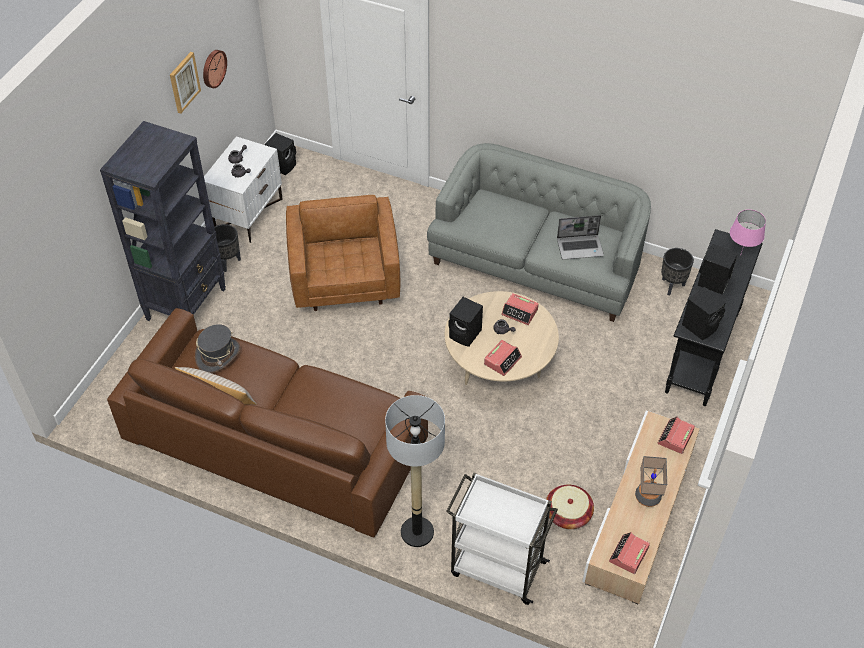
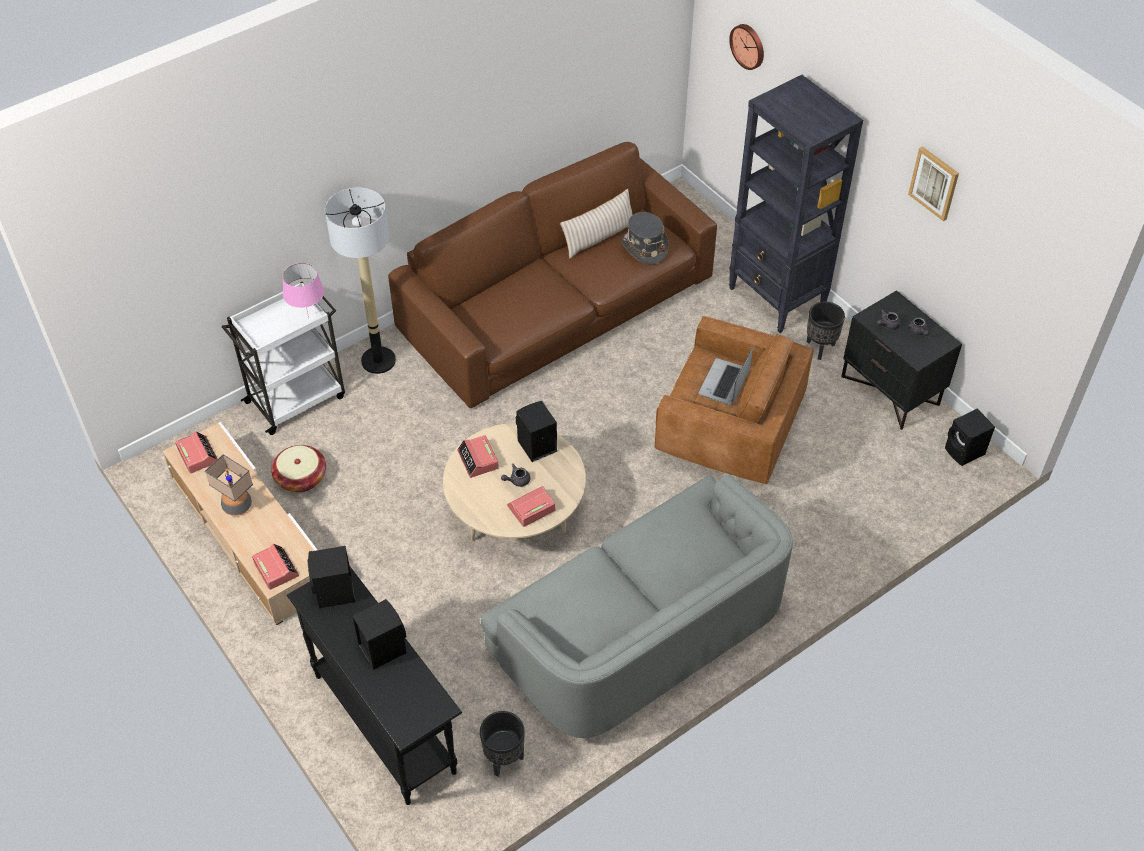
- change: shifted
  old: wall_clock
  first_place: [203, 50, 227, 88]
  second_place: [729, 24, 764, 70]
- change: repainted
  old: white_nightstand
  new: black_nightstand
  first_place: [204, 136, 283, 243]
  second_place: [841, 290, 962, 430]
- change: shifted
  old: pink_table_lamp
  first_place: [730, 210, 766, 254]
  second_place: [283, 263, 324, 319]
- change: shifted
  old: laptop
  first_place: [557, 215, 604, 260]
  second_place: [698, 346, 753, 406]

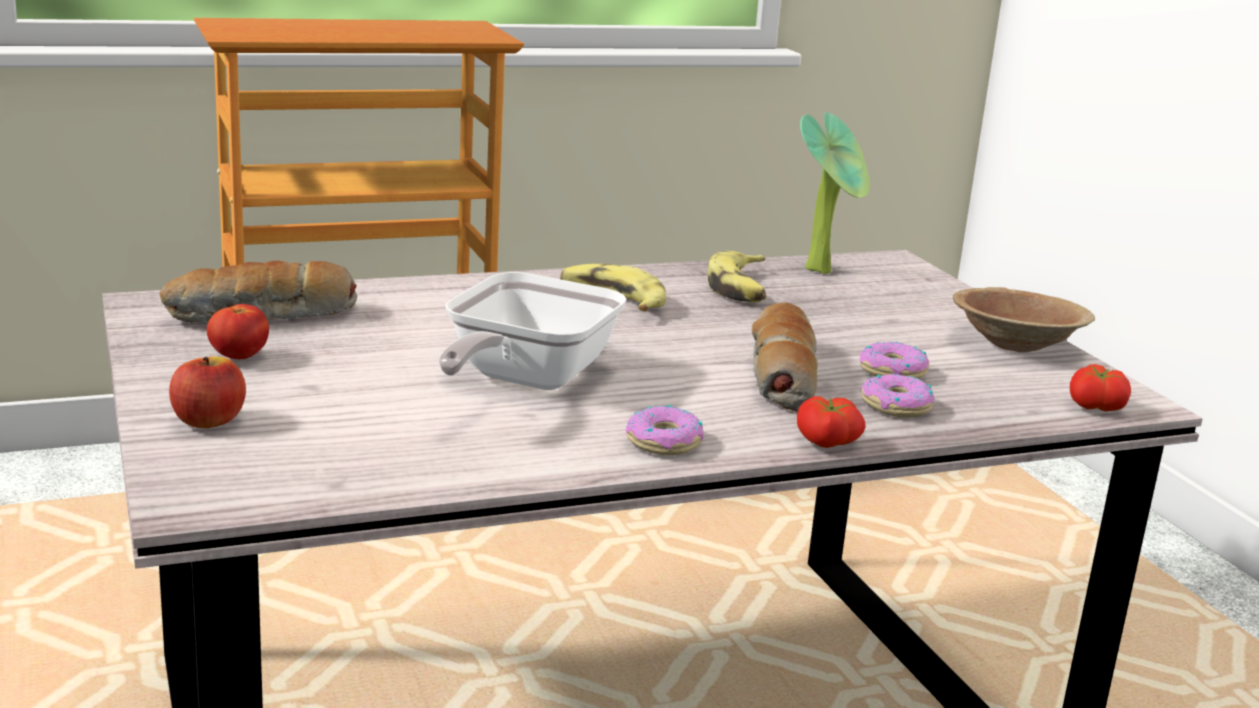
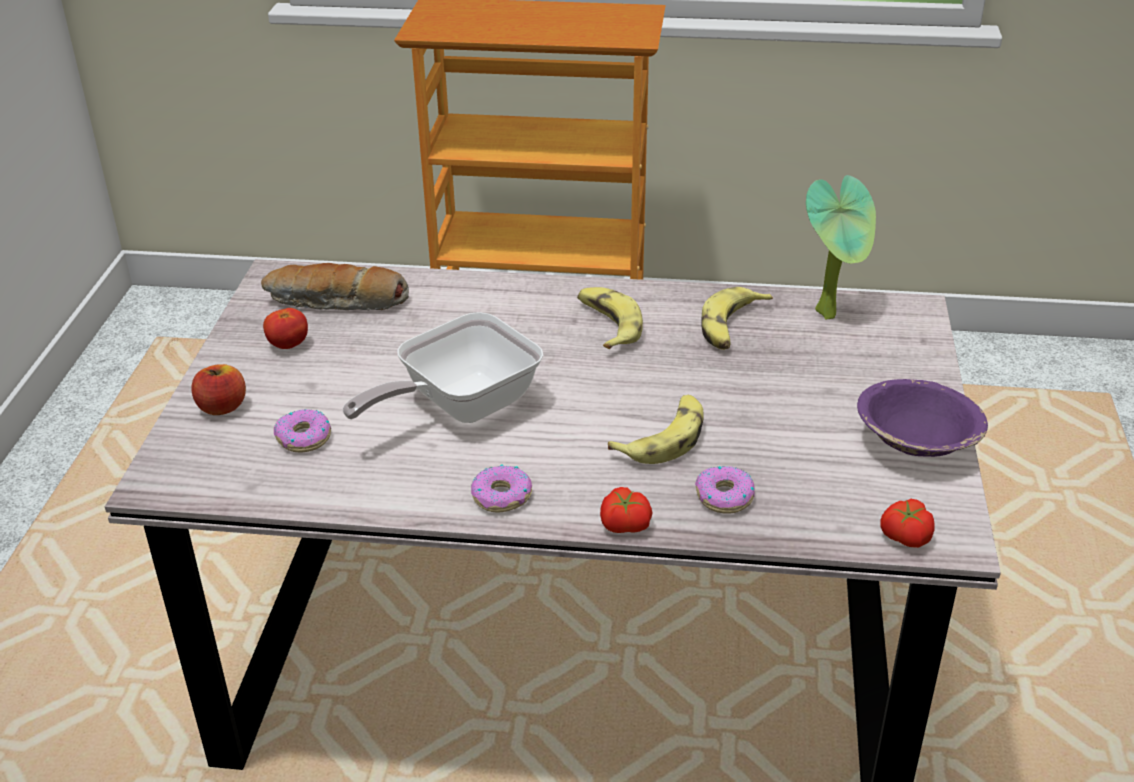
- change: repainted
  old: brown_bowl
  new: purple_bowl
  first_place: [953, 287, 1095, 352]
  second_place: [857, 379, 988, 457]
- change: swapped
  old: bread
  new: banana
  first_place: [752, 303, 817, 412]
  second_place: [608, 395, 704, 464]
- change: shifted
  old: donut
  first_place: [860, 342, 929, 379]
  second_place: [274, 409, 331, 453]

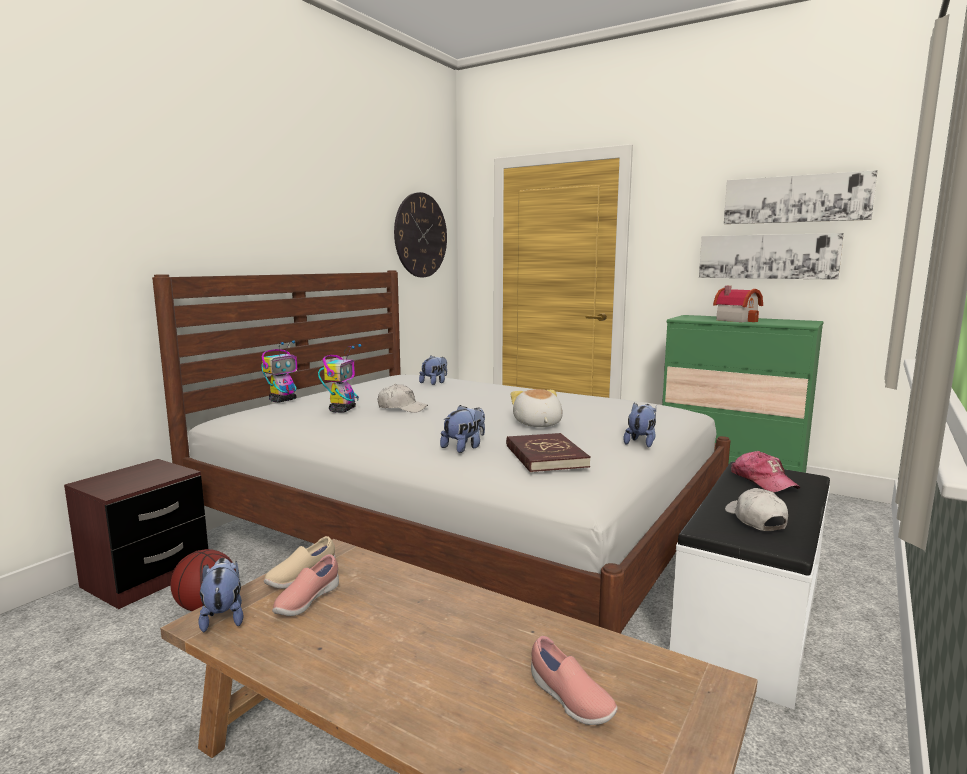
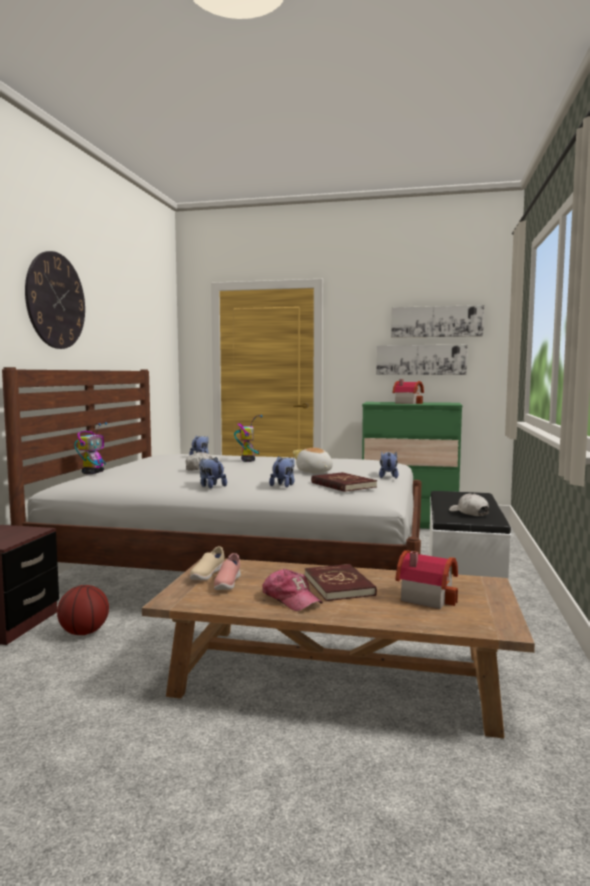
- change: shifted
  old: wall_clock
  first_place: [394, 192, 447, 277]
  second_place: [25, 251, 85, 349]
- change: shifted
  old: toy_robot
  first_place: [318, 344, 362, 413]
  second_place: [234, 415, 262, 462]
- change: shifted
  old: cap
  first_place: [731, 451, 800, 492]
  second_place: [262, 569, 323, 611]
- change: shifted
  old: plush_toy
  first_place: [198, 558, 243, 632]
  second_place: [199, 457, 227, 488]
- change: swapped
  old: pink_shoe
  new: toy_house
  first_place: [531, 636, 618, 725]
  second_place: [395, 550, 458, 609]
- change: new
  new: red_book
  second_place: [305, 564, 377, 601]

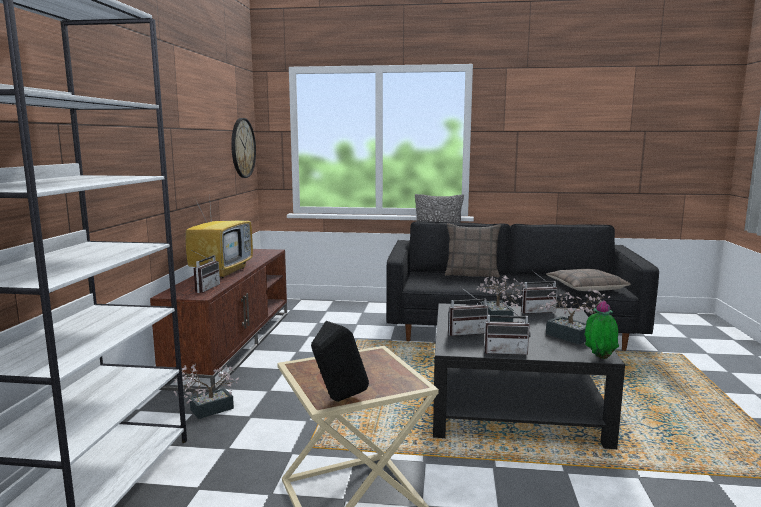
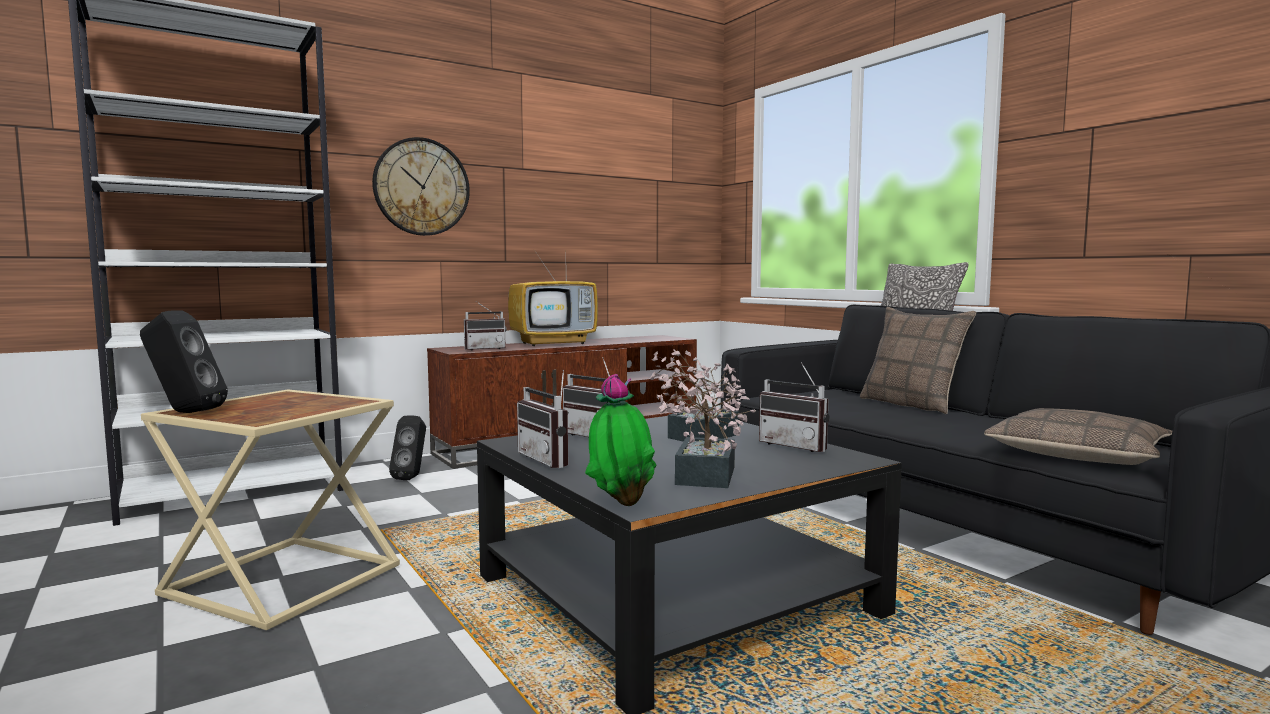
- change: shifted
  old: wall_clock
  first_place: [231, 118, 256, 178]
  second_place: [372, 137, 470, 236]
- change: swapped
  old: potted_plant
  new: black_speaker
  first_place: [174, 364, 239, 419]
  second_place: [389, 415, 426, 480]

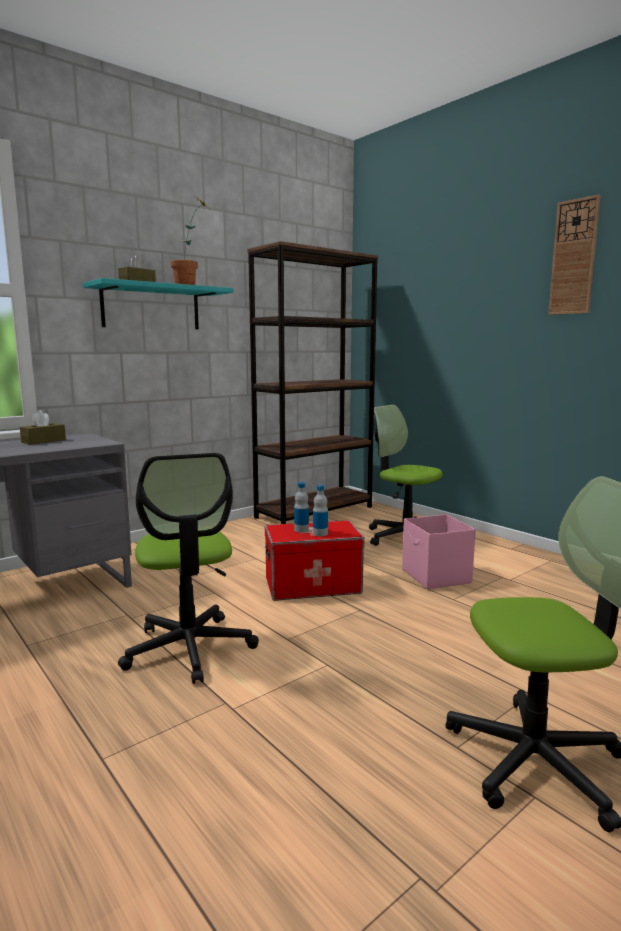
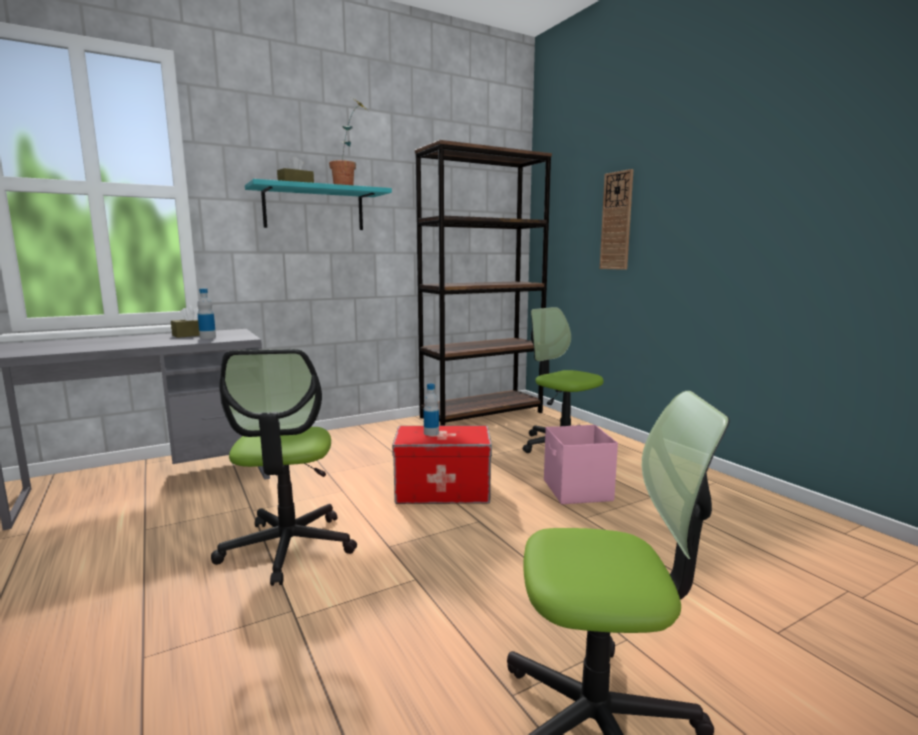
- change: shifted
  old: wall_clock
  first_place: [548, 195, 601, 315]
  second_place: [600, 169, 634, 270]
- change: shifted
  old: bottle
  first_place: [313, 485, 328, 536]
  second_place: [197, 288, 216, 339]

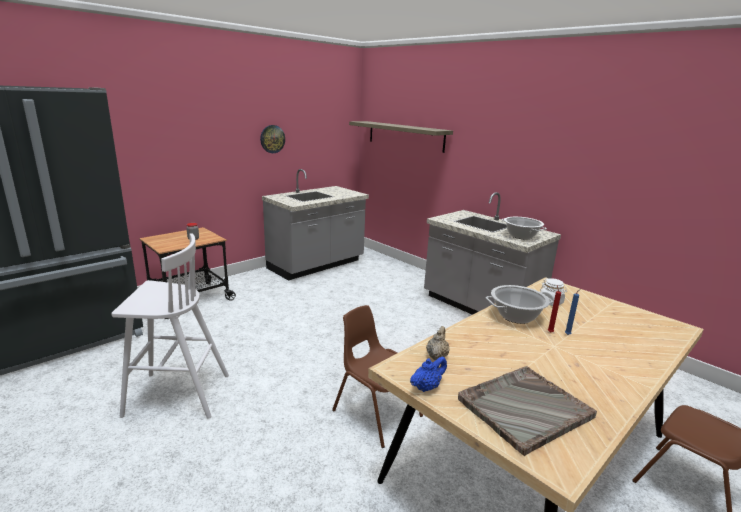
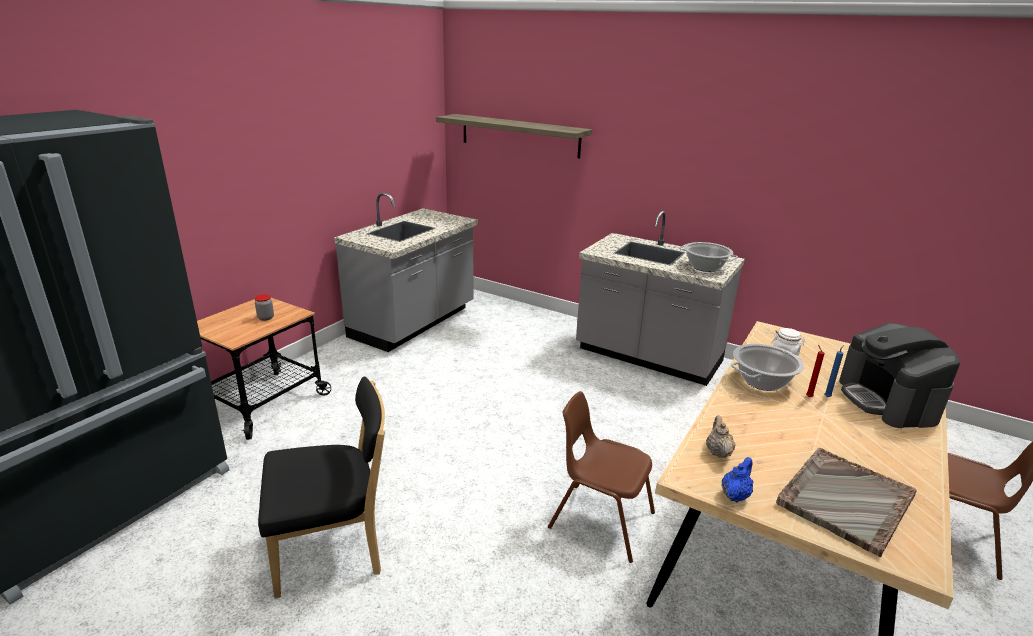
- change: gone
  old: wall_clock
  first_place: [260, 125, 285, 153]
- change: swapped
  old: white_stool
  new: black_chair
  first_place: [111, 233, 229, 418]
  second_place: [258, 376, 385, 599]
- change: new
  new: coffee_machine
  second_place: [839, 323, 960, 428]

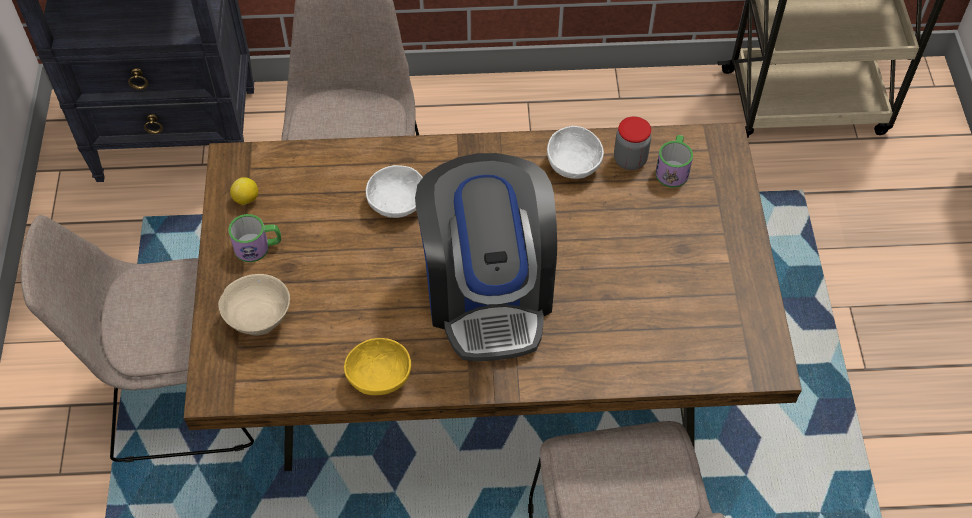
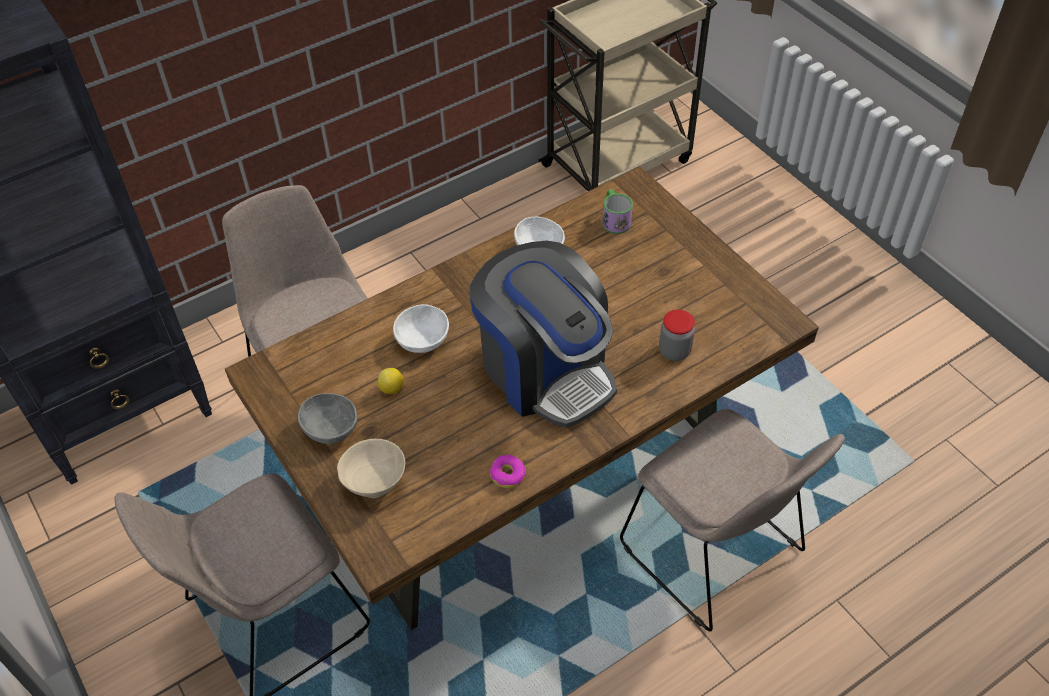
- change: shifted
  old: jar
  first_place: [614, 116, 651, 170]
  second_place: [659, 310, 695, 361]
- change: shifted
  old: lemon
  first_place: [230, 177, 258, 205]
  second_place: [377, 368, 404, 394]
- change: swapped
  old: mug
  new: grey_bowl
  first_place: [228, 214, 281, 262]
  second_place: [298, 393, 357, 444]
- change: swapped
  old: yellow_bowl
  new: donut
  first_place: [344, 338, 411, 395]
  second_place: [490, 455, 526, 488]

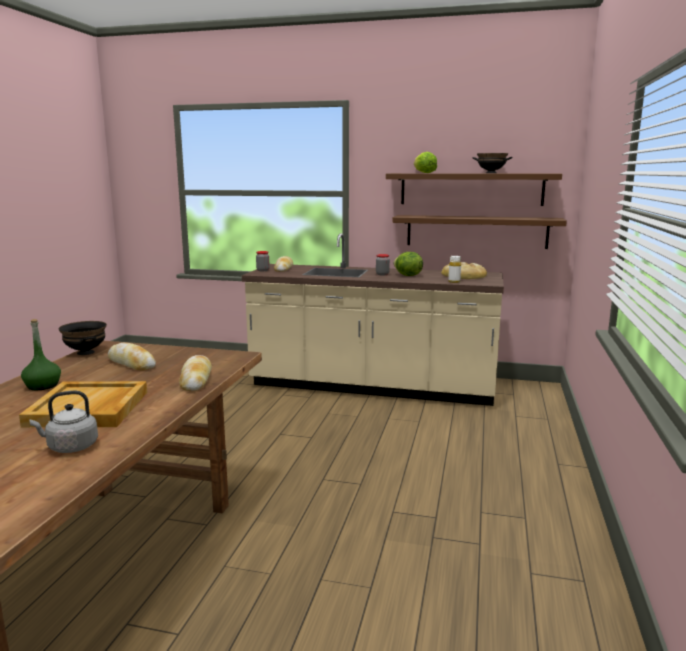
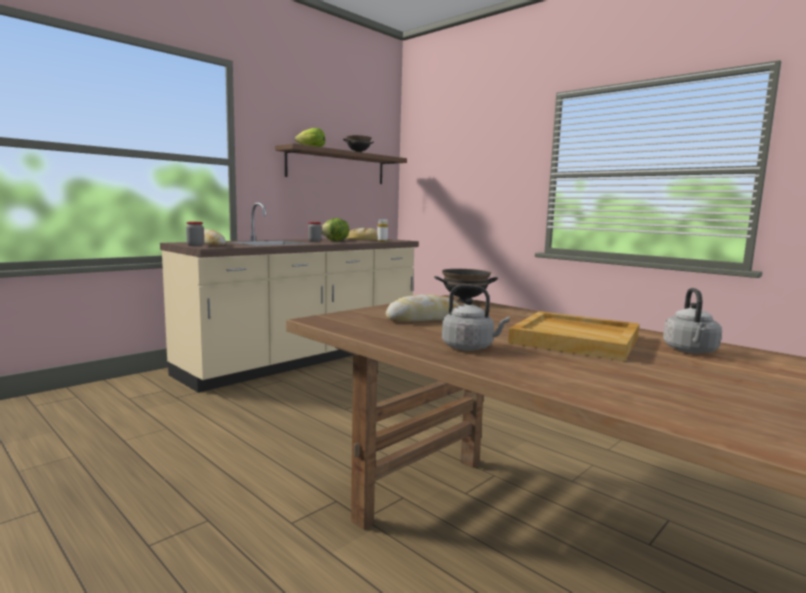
- change: gone
  old: brown_shelf
  first_place: [392, 215, 567, 249]
- change: swapped
  old: green_bottle
  new: grey_kettle
  first_place: [21, 319, 61, 390]
  second_place: [442, 284, 510, 351]
- change: shifted
  old: black_bowl
  first_place: [58, 321, 107, 355]
  second_place: [434, 269, 498, 303]
- change: gone
  old: bread
  first_place: [179, 355, 212, 391]

